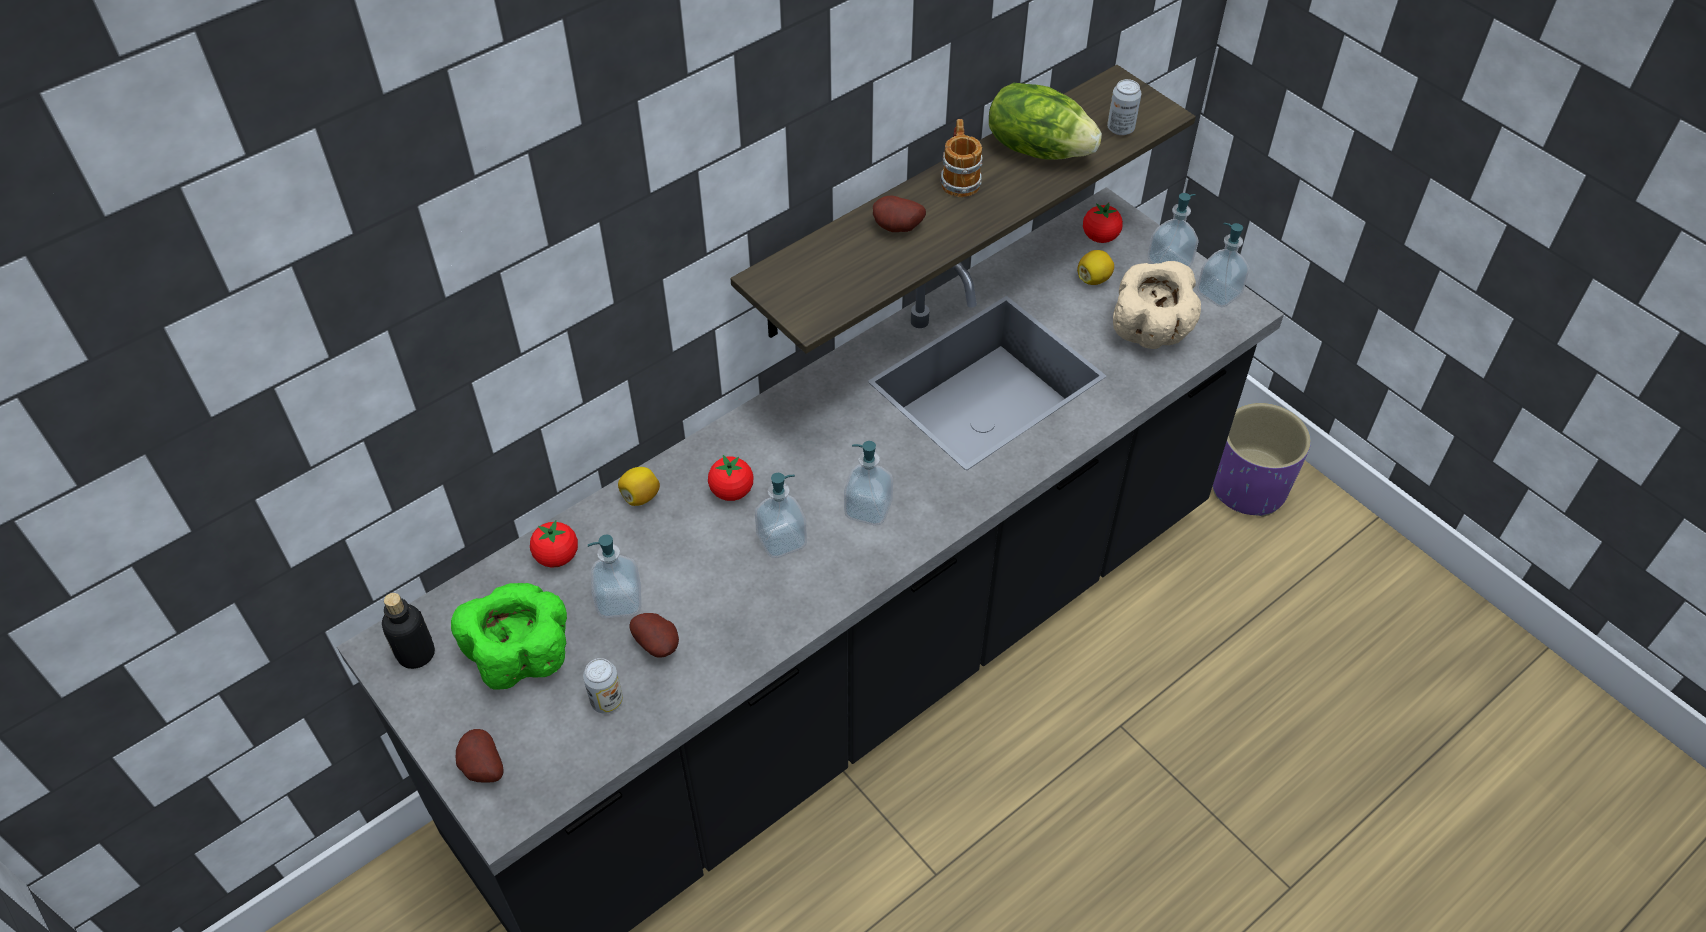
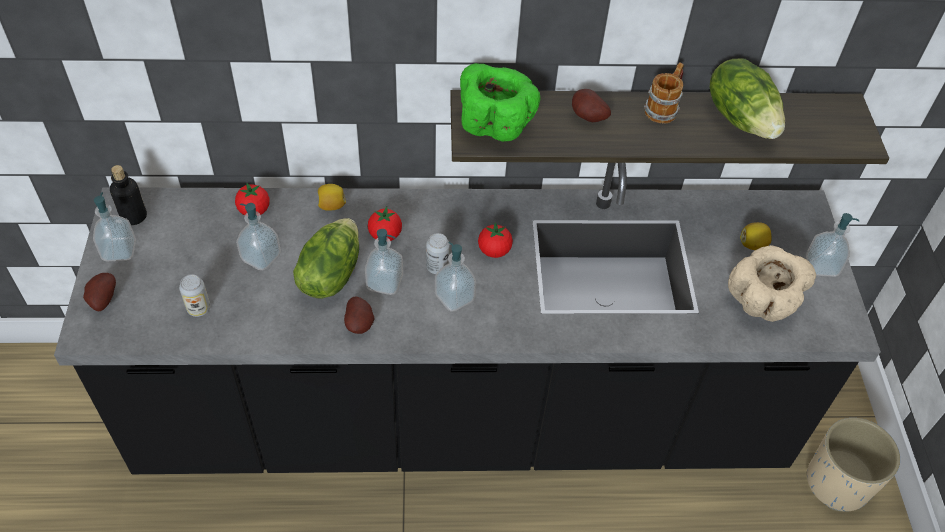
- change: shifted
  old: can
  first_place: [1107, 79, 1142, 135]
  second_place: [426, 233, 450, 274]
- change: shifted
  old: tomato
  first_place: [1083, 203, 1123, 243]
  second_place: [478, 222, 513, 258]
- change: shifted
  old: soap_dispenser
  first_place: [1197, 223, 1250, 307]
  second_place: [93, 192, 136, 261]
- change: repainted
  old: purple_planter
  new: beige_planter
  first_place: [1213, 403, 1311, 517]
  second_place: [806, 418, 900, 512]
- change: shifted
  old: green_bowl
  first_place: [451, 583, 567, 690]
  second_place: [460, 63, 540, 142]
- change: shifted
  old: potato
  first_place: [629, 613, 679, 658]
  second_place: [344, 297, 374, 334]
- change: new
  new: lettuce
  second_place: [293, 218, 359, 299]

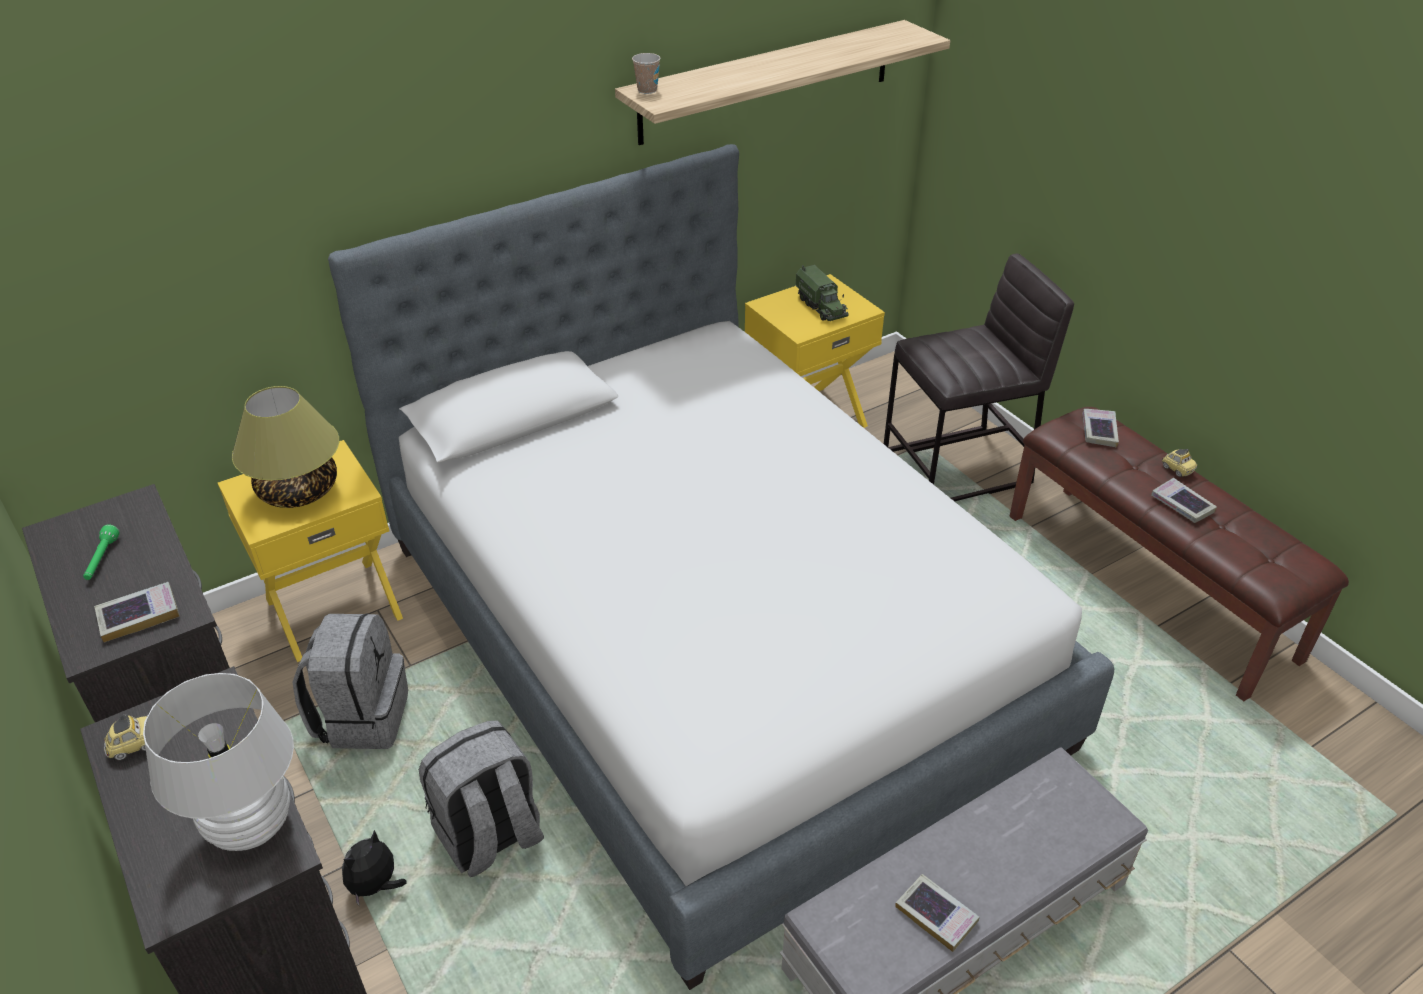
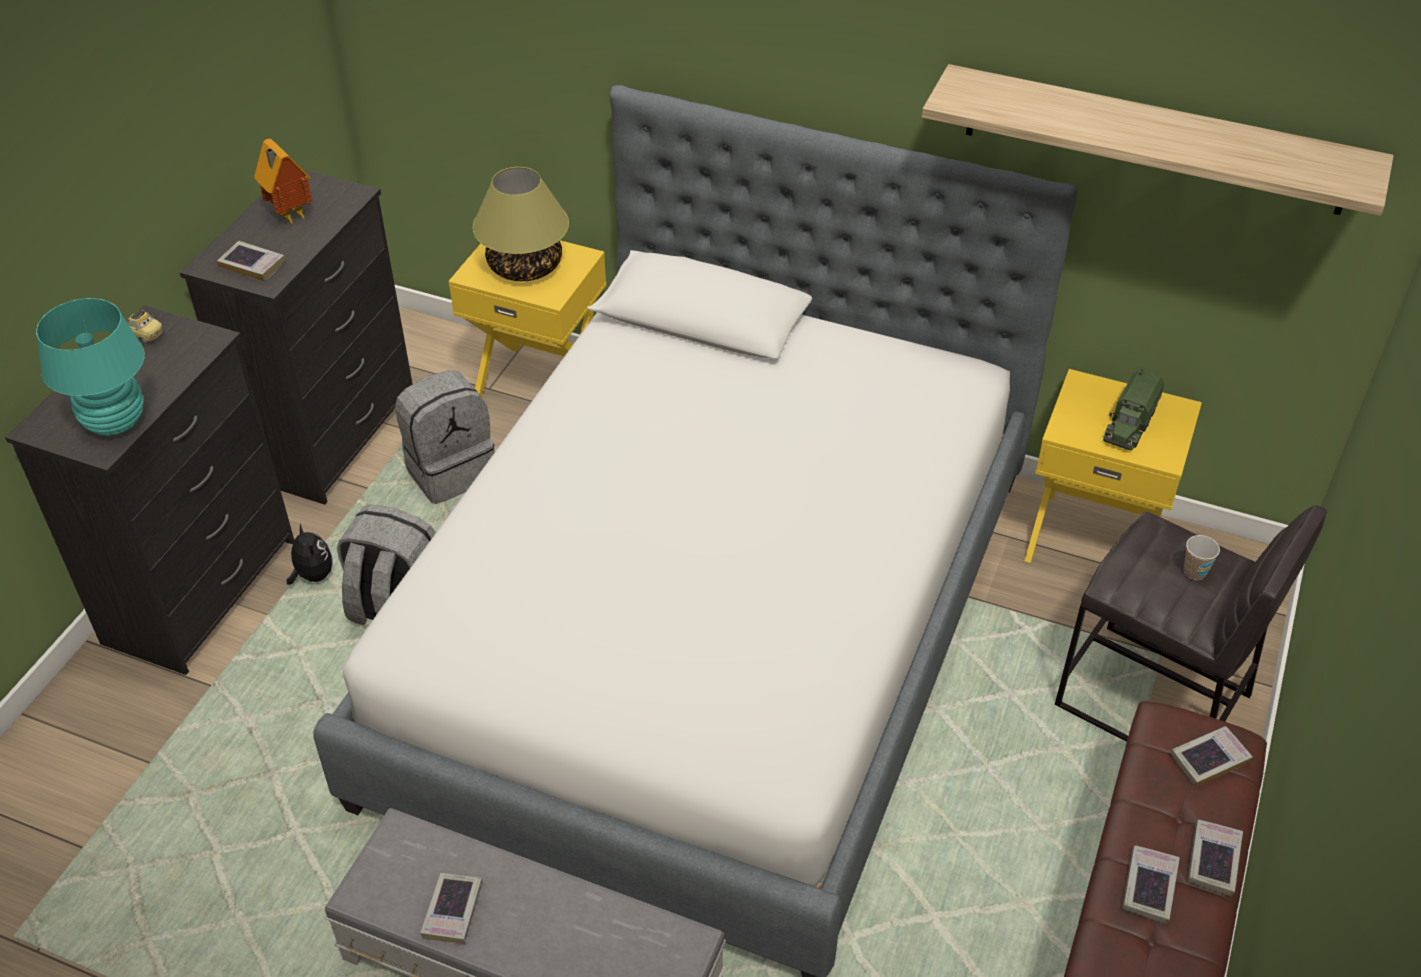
- change: shifted
  old: cup
  first_place: [632, 53, 660, 94]
  second_place: [1184, 535, 1220, 580]
- change: swapped
  old: toy_car
  new: book
  first_place: [1162, 449, 1197, 477]
  second_place: [1187, 820, 1243, 897]
- change: swapped
  old: green_flashlight
  new: toy_house
  first_place: [83, 524, 120, 580]
  second_place: [254, 139, 312, 224]
- change: repainted
  old: white_table_lamp
  new: turquoise_table_lamp
  first_place: [143, 673, 294, 851]
  second_place: [36, 298, 145, 436]
- change: rotated
  old: plush_toy
  first_place: [342, 830, 407, 905]
  second_place: [286, 523, 332, 585]
  degrees: 60

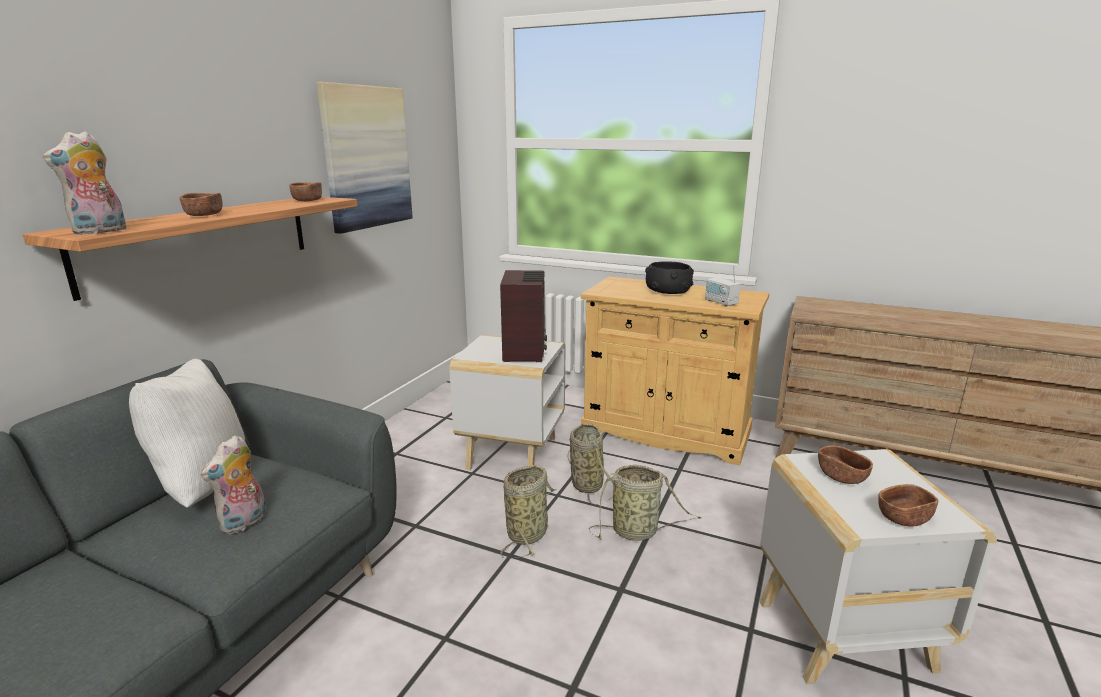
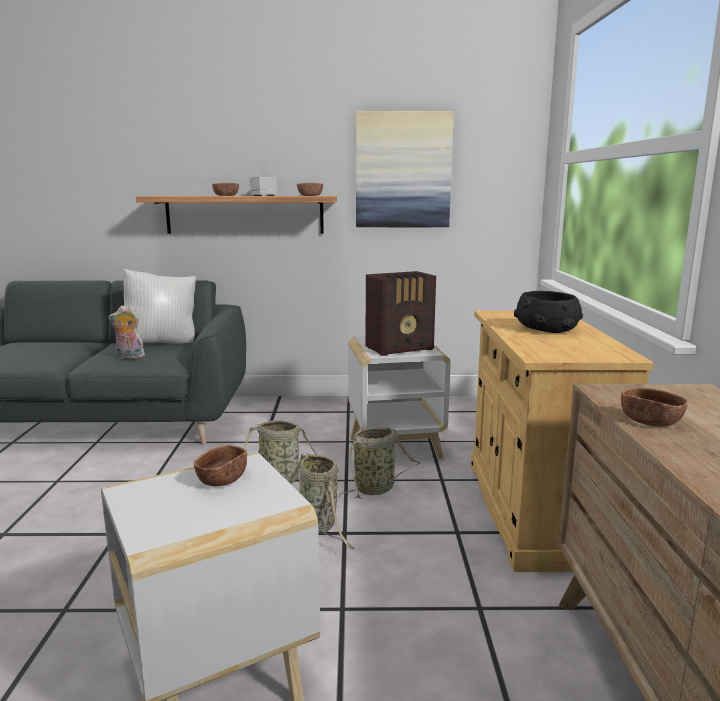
- change: gone
  old: plush_toy
  first_place: [43, 131, 127, 235]
- change: shifted
  old: radio
  first_place: [705, 266, 740, 307]
  second_place: [250, 162, 277, 196]
- change: shifted
  old: brown_bowl
  first_place: [878, 484, 938, 527]
  second_place: [621, 387, 688, 427]

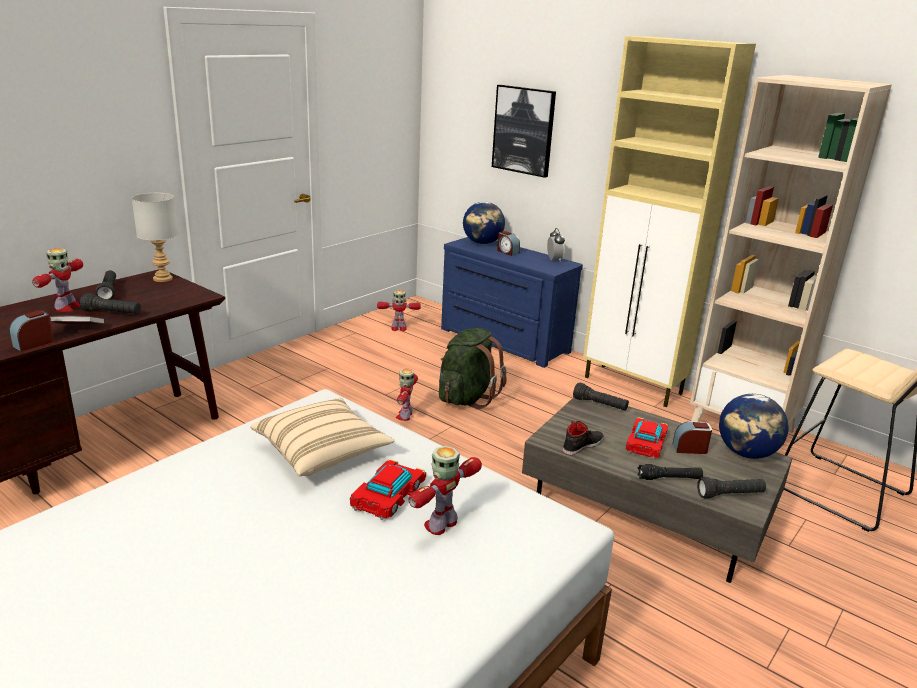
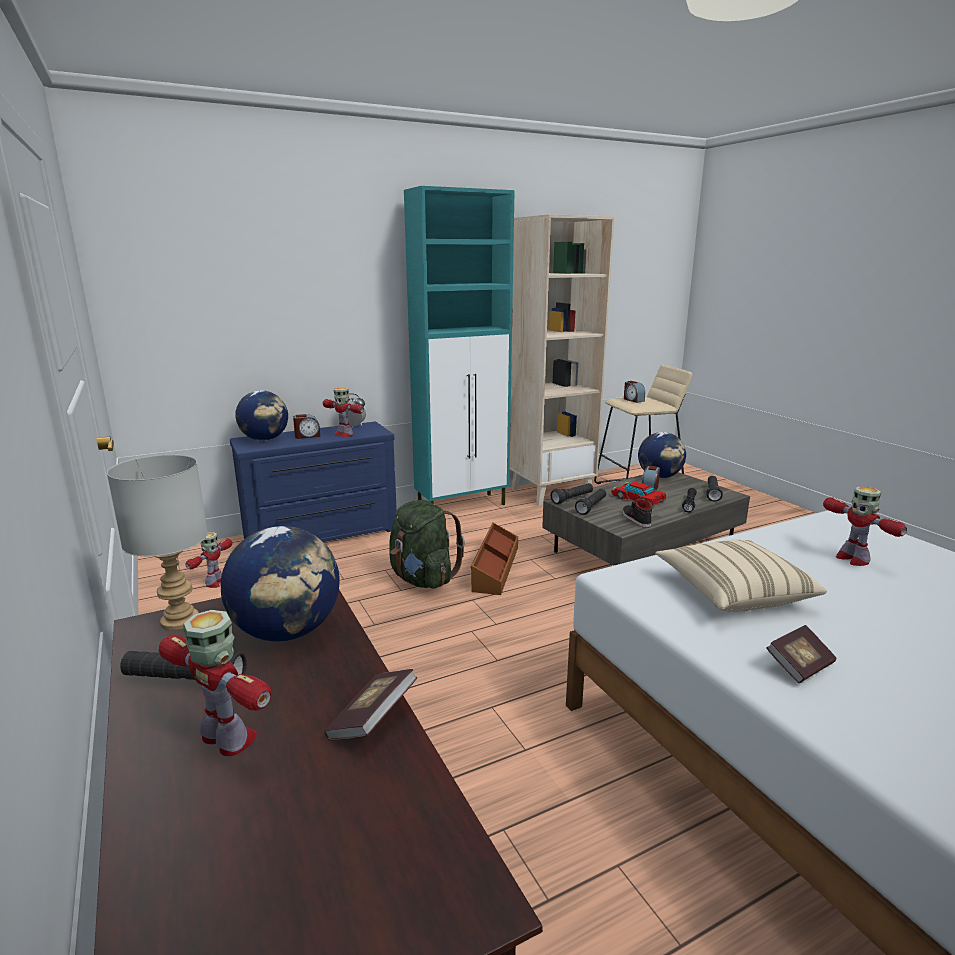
- change: repainted
  old: beige_cabinet
  new: turquoise_cabinet
  first_place: [583, 36, 756, 407]
  second_place: [404, 186, 515, 505]
- change: gone
  old: picture
  first_place: [492, 85, 556, 178]
- change: shifted
  old: black_flashlight
  first_place: [80, 293, 141, 314]
  second_place: [575, 489, 606, 515]
- change: shifted
  old: alarm_clock
  first_place: [9, 311, 54, 351]
  second_place: [624, 381, 645, 403]
- change: shifted
  old: toy_robot
  first_place: [396, 369, 418, 421]
  second_place: [323, 388, 364, 438]
- change: gone
  old: toy_car
  first_place: [350, 459, 426, 520]
- change: new
  new: brown_storage_box
  second_place: [471, 523, 518, 595]
- change: new
  new: globe
  second_place: [221, 526, 339, 642]
- change: new
  new: book
  second_place: [767, 625, 836, 683]

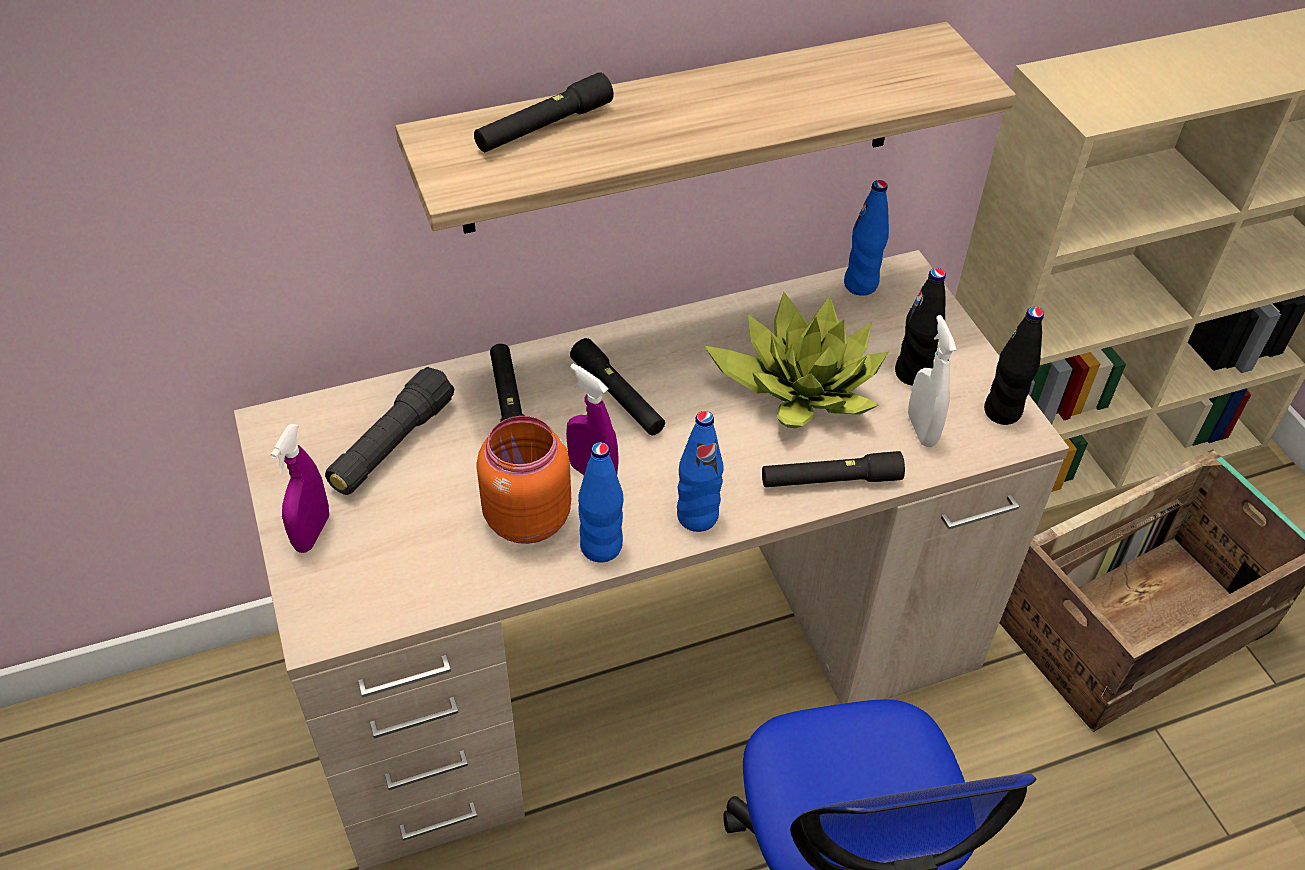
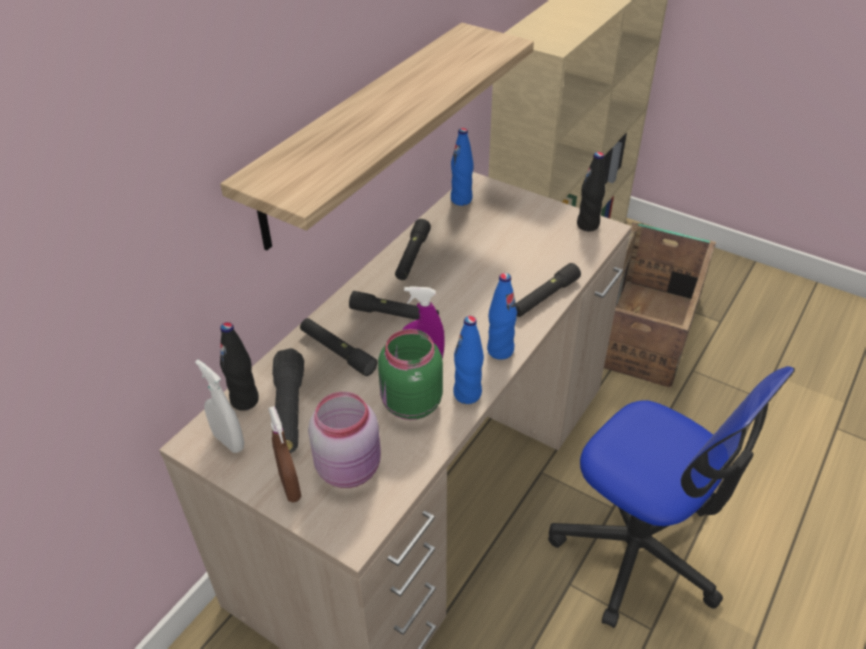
- change: shifted
  old: black_flashlight
  first_place: [474, 72, 614, 152]
  second_place: [395, 219, 431, 280]
- change: shifted
  old: black_bottle
  first_place: [895, 268, 946, 386]
  second_place: [220, 322, 259, 411]
- change: gone
  old: potted_plant
  first_place: [703, 292, 888, 428]
- change: shifted
  old: white_spray_bottle
  first_place: [908, 315, 957, 447]
  second_place: [195, 359, 244, 453]
- change: repainted
  old: orange_jar
  new: green_jar
  first_place: [476, 416, 571, 544]
  second_place: [378, 329, 443, 420]
- change: repainted
  old: purple_spray_bottle
  new: brown_spray_bottle
  first_place: [270, 424, 329, 553]
  second_place: [268, 406, 301, 502]
- change: new
  new: pink_jar
  second_place: [308, 392, 381, 488]

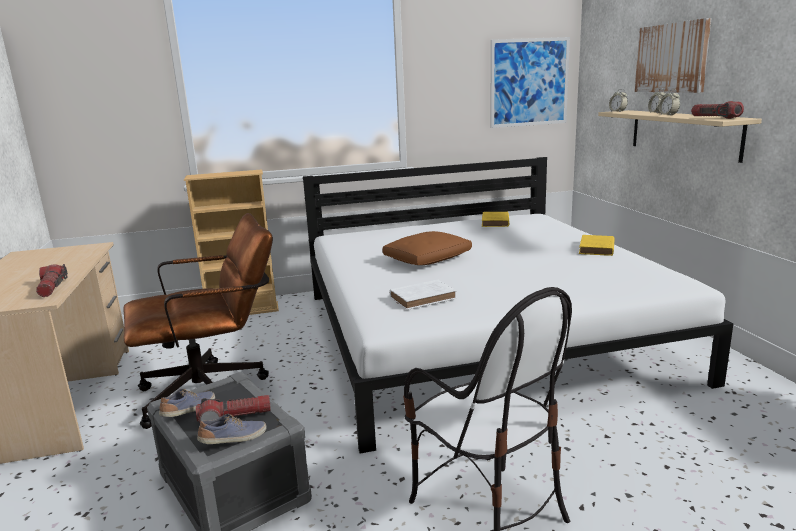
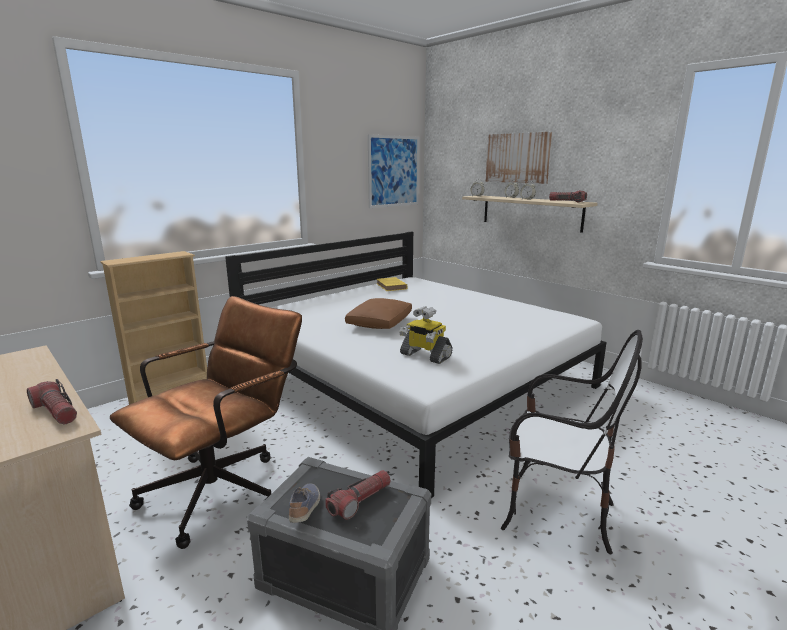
- change: gone
  old: yellow_book
  first_place: [579, 235, 614, 256]
- change: swapped
  old: white_book
  new: toy_robot
  first_place: [390, 280, 457, 310]
  second_place: [399, 306, 453, 364]
- change: gone
  old: shoe
  first_place: [197, 414, 266, 444]

